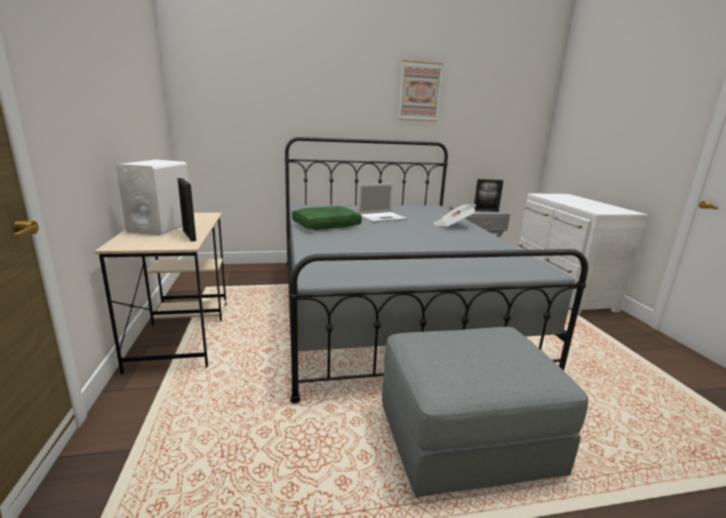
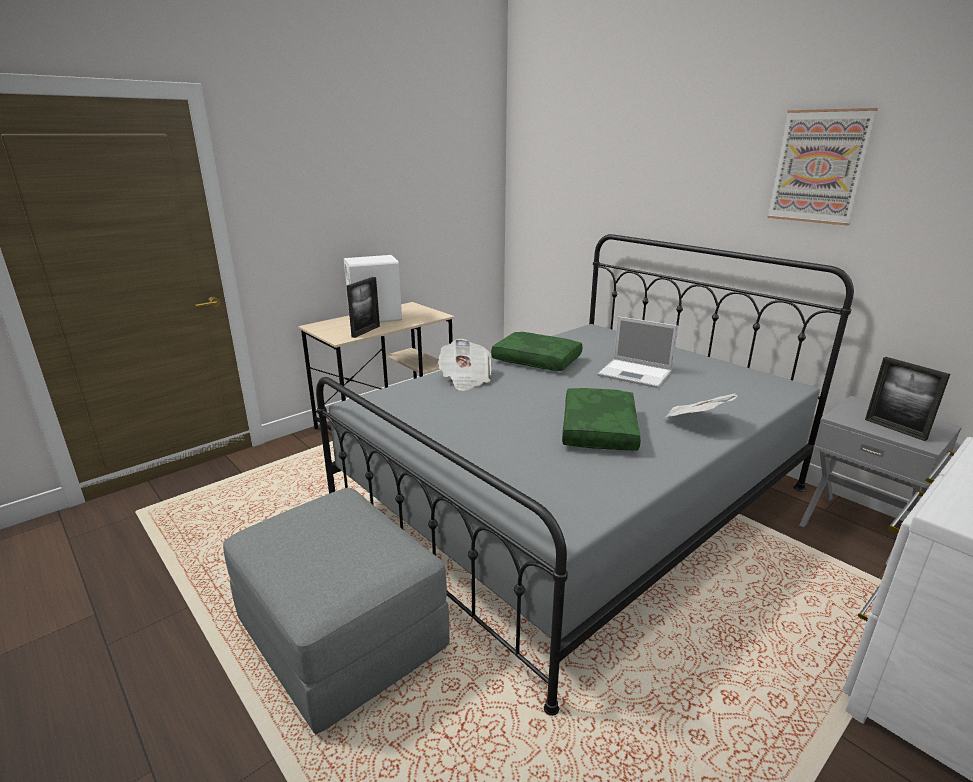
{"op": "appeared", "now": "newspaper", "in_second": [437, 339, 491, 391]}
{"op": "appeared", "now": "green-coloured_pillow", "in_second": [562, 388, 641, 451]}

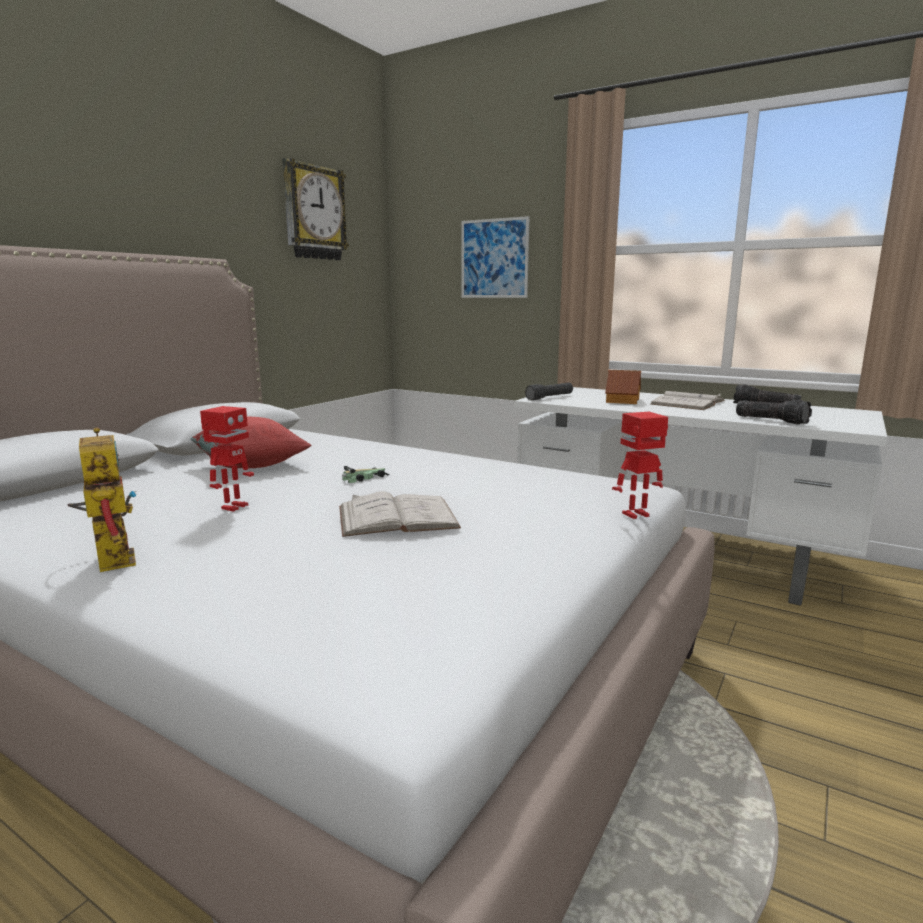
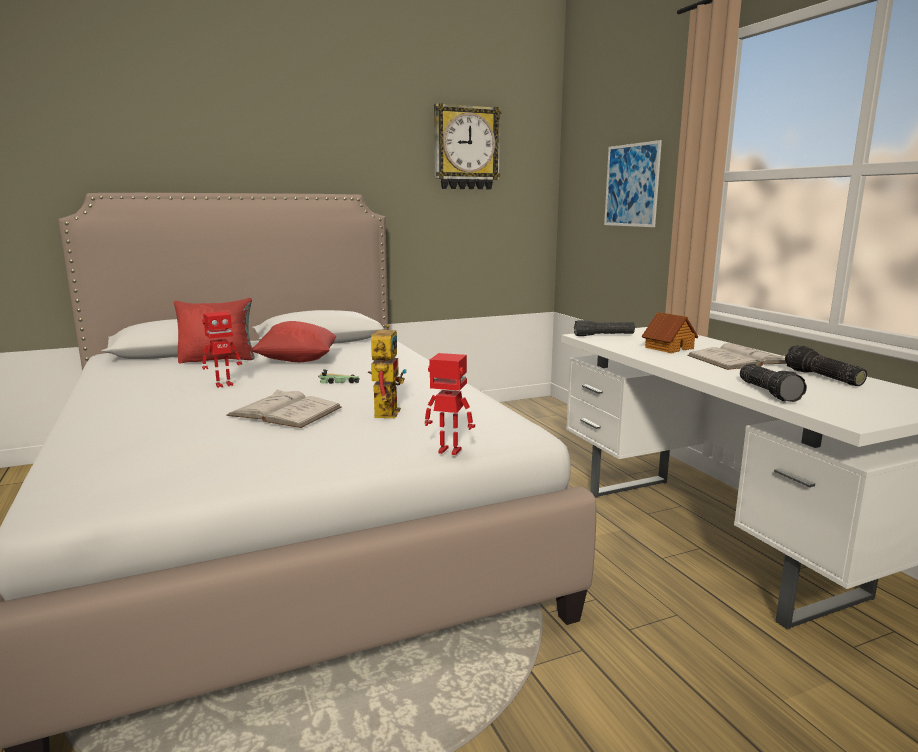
{"op": "relocated", "was": "model_robot", "in_first": [68, 427, 136, 572], "in_second": [368, 324, 407, 418]}
{"op": "appeared", "now": "red-coloured_pillow", "in_second": [174, 298, 255, 363]}

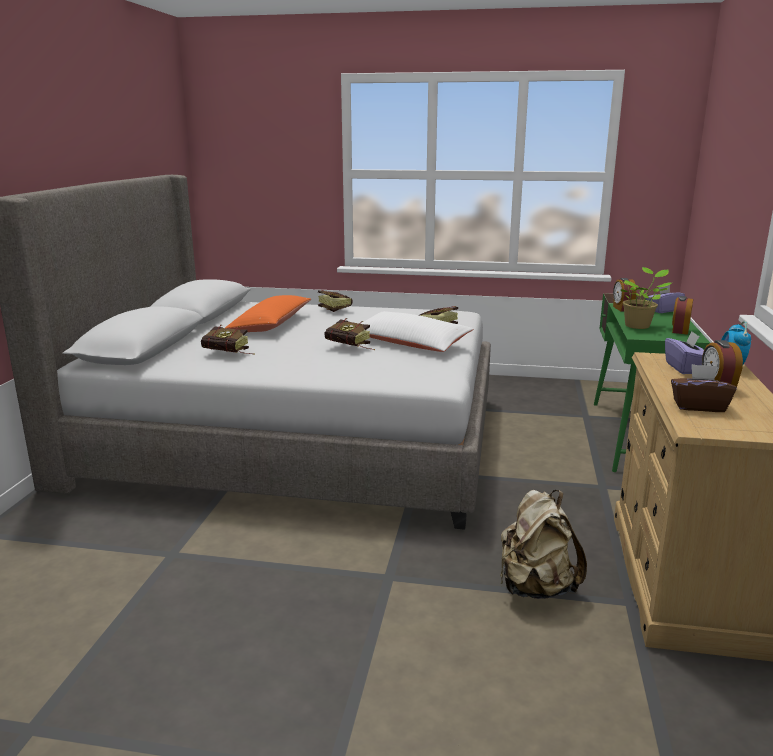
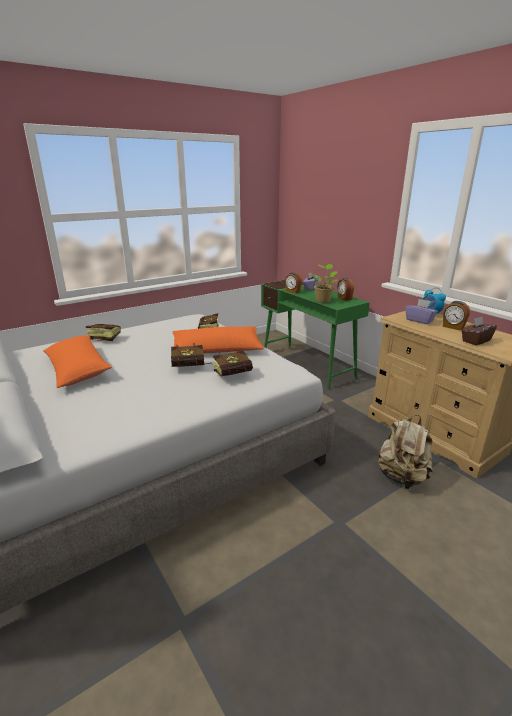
{"op": "colour", "was": "white_pillow", "now": "orange-coloured_pillow", "in_first": [361, 311, 474, 352], "in_second": [172, 326, 264, 354]}
{"op": "relocated", "was": "volume", "in_first": [201, 325, 255, 355], "in_second": [213, 350, 253, 376]}

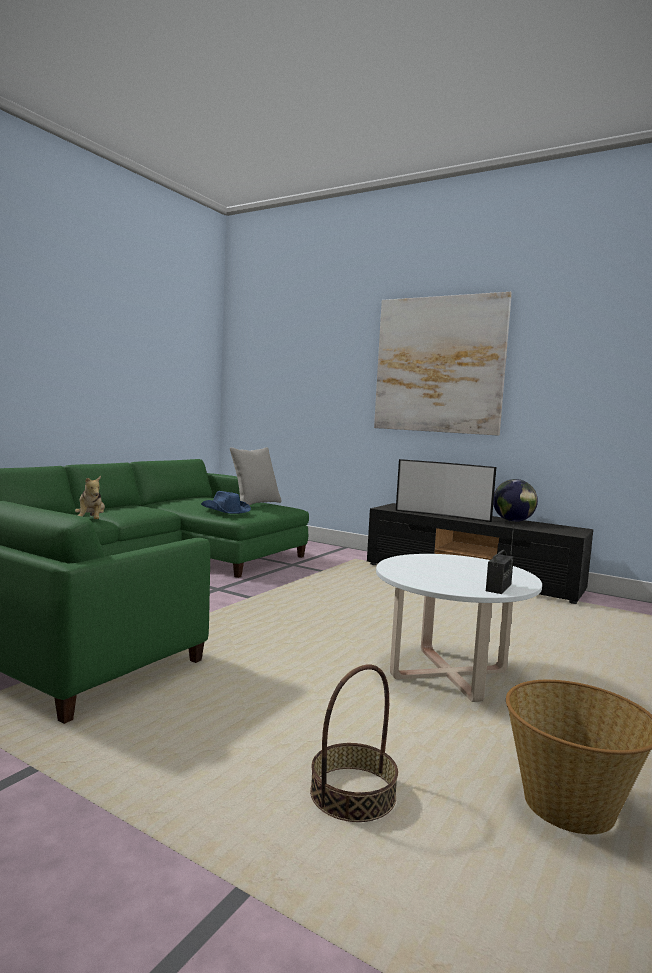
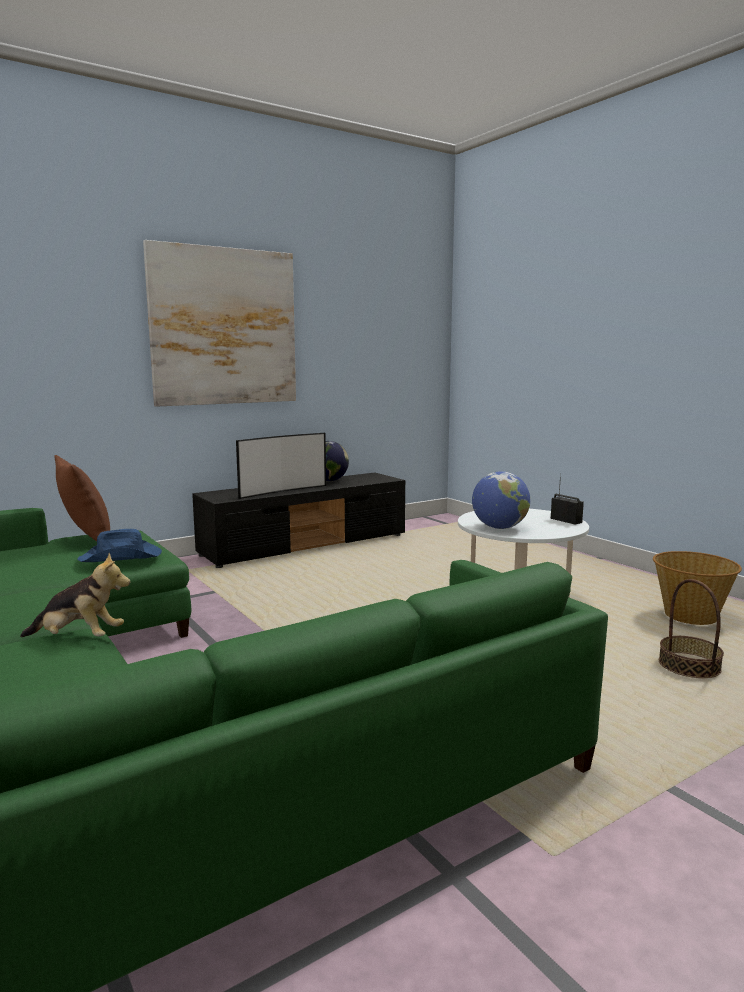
{"op": "colour", "was": "greyish_pillow", "now": "brown-coloured_pillow", "in_first": [230, 447, 282, 505], "in_second": [54, 455, 110, 542]}
{"op": "appeared", "now": "world_globe", "in_second": [472, 471, 530, 529]}

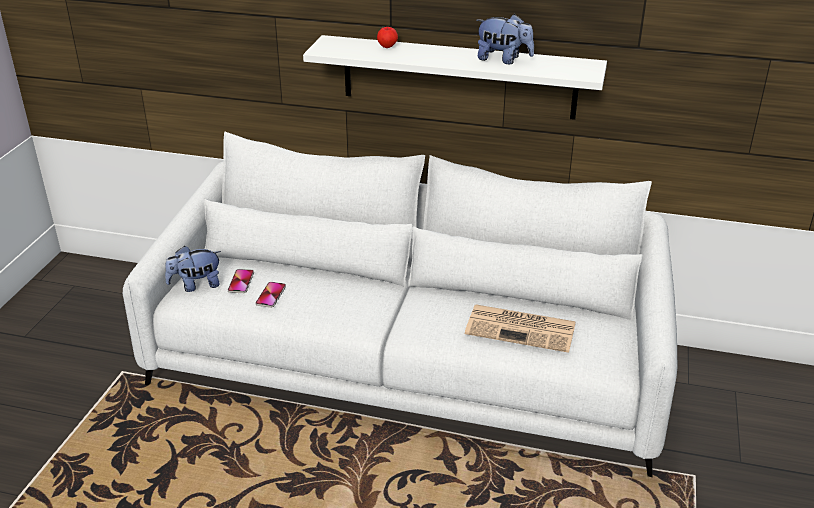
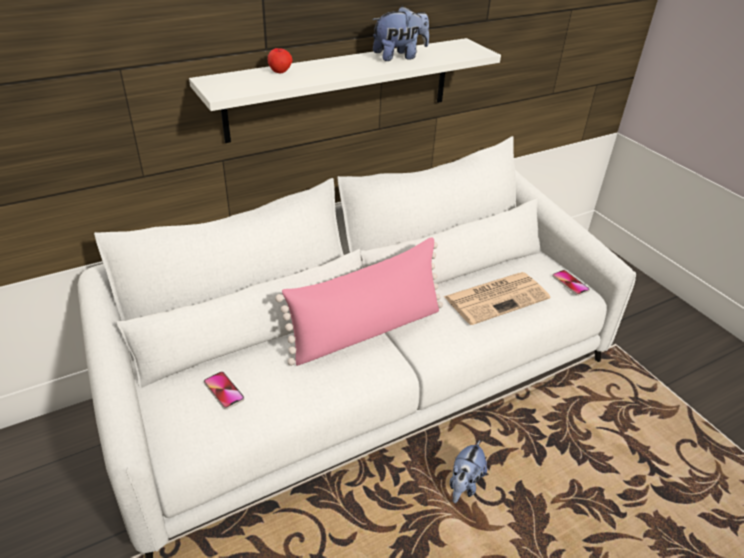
{"op": "relocated", "was": "plush_toy", "in_first": [165, 246, 221, 292], "in_second": [450, 440, 487, 503]}
{"op": "relocated", "was": "telephone", "in_first": [255, 282, 286, 308], "in_second": [552, 270, 590, 296]}
{"op": "appeared", "now": "pink_pillow", "in_second": [275, 237, 443, 366]}

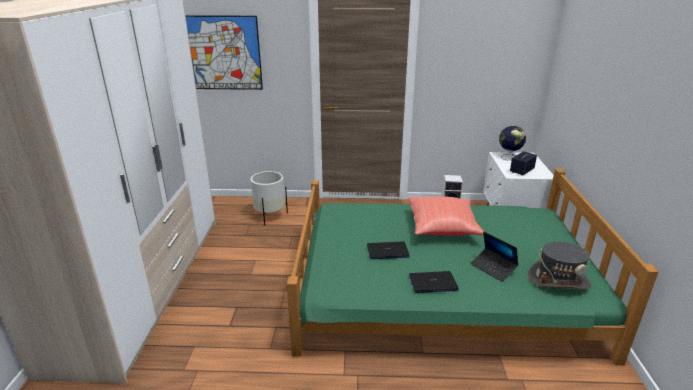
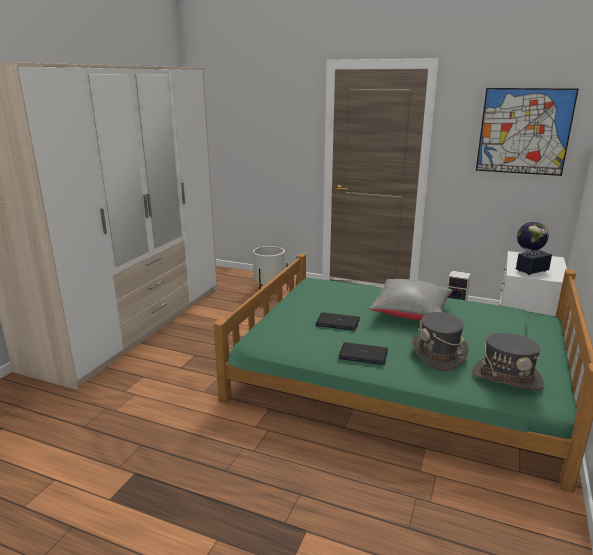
{"op": "relocated", "was": "picture", "in_first": [186, 15, 263, 90], "in_second": [476, 88, 579, 176]}
{"op": "colour", "was": "red-coloured_pillow", "now": "greyish_pillow", "in_first": [409, 196, 485, 236], "in_second": [368, 279, 453, 320]}
{"op": "exchanged", "was": "portable_computer", "now": "greyish_clothing_hat", "in_first": [470, 232, 519, 282], "in_second": [412, 312, 469, 371]}

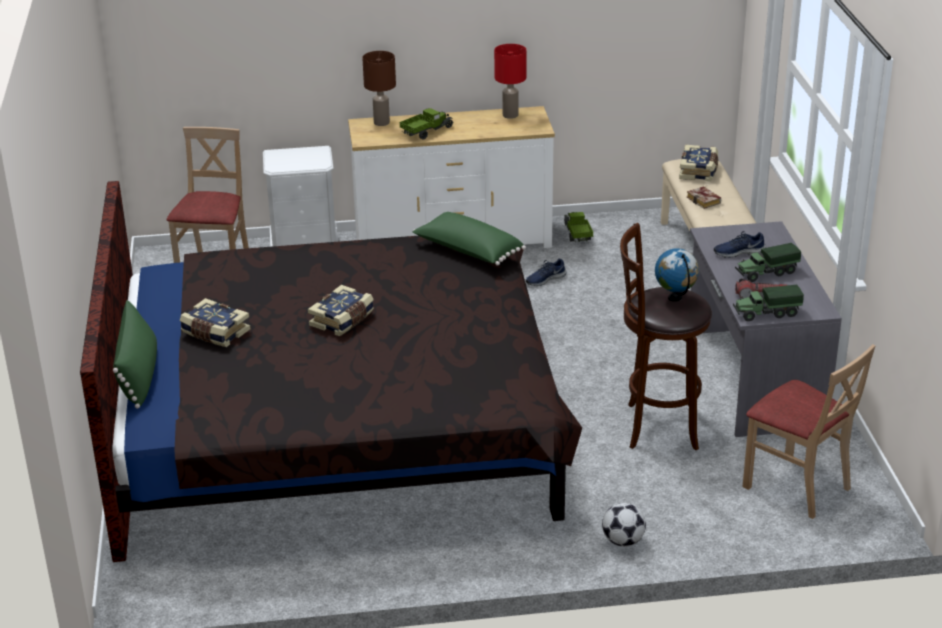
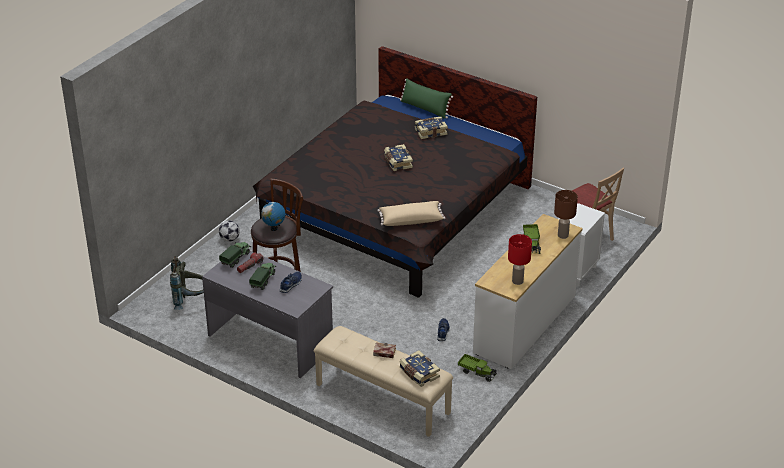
{"op": "colour", "was": "green-coloured_pillow", "now": "sand-coloured_pillow", "in_first": [413, 212, 526, 266], "in_second": [377, 201, 445, 226]}
{"op": "exchanged", "was": "sand-coloured_plain_chair", "now": "greyish_backpack", "in_first": [742, 344, 876, 519], "in_second": [170, 256, 204, 310]}

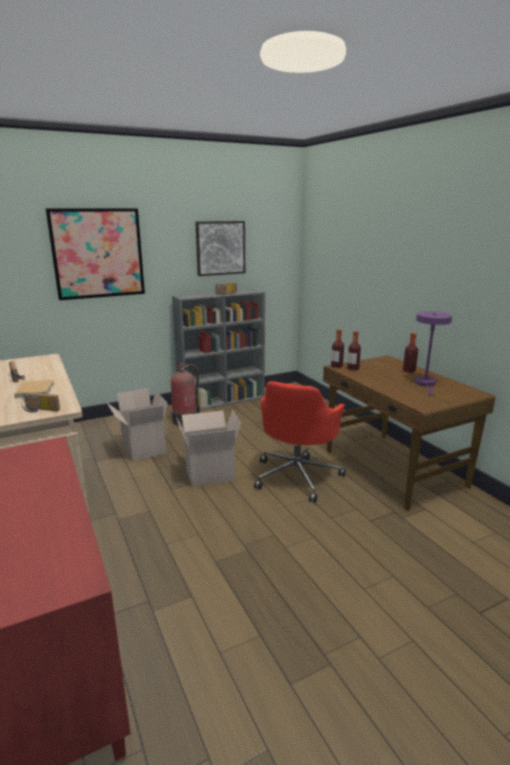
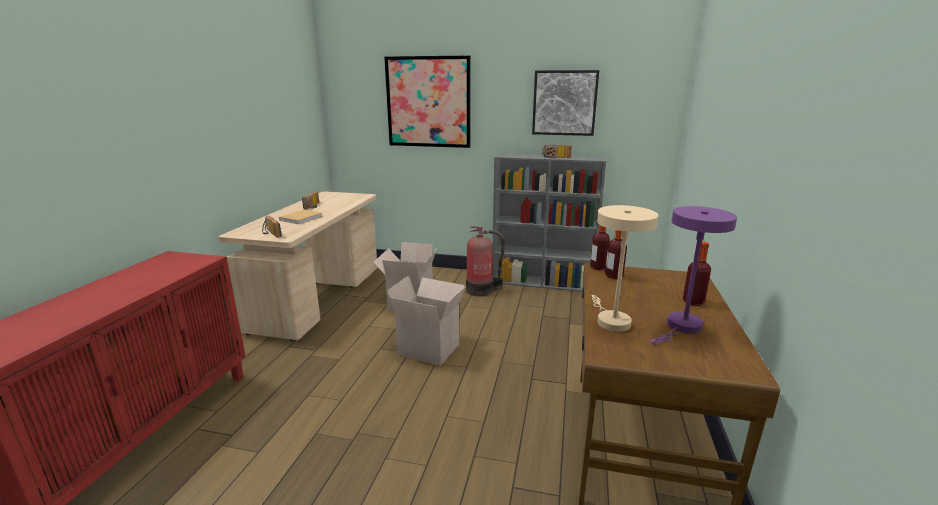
{"op": "missing", "was": "red-coloured_office_chair", "in_first": [254, 381, 346, 502]}
{"op": "appeared", "now": "sand-coloured_tabletop_lamp", "in_second": [592, 205, 658, 332]}

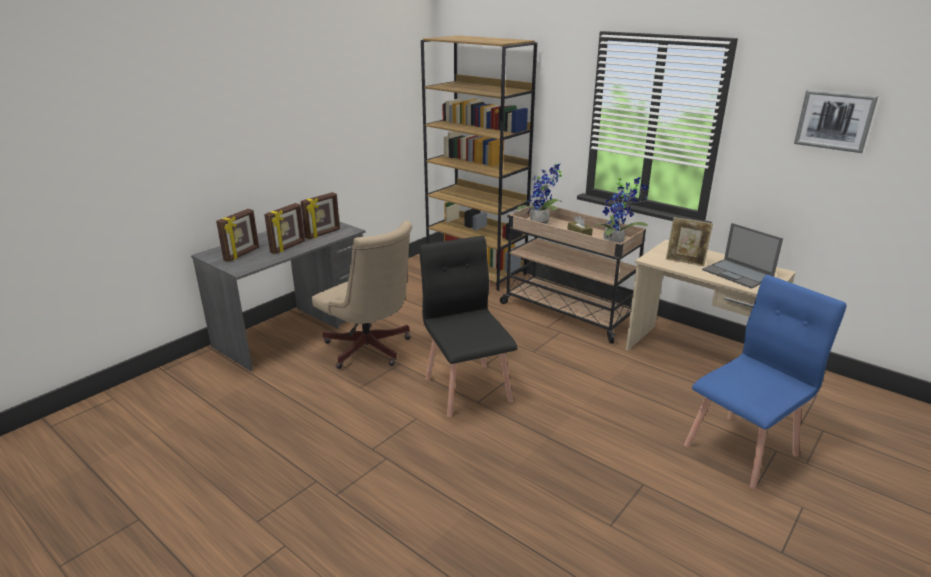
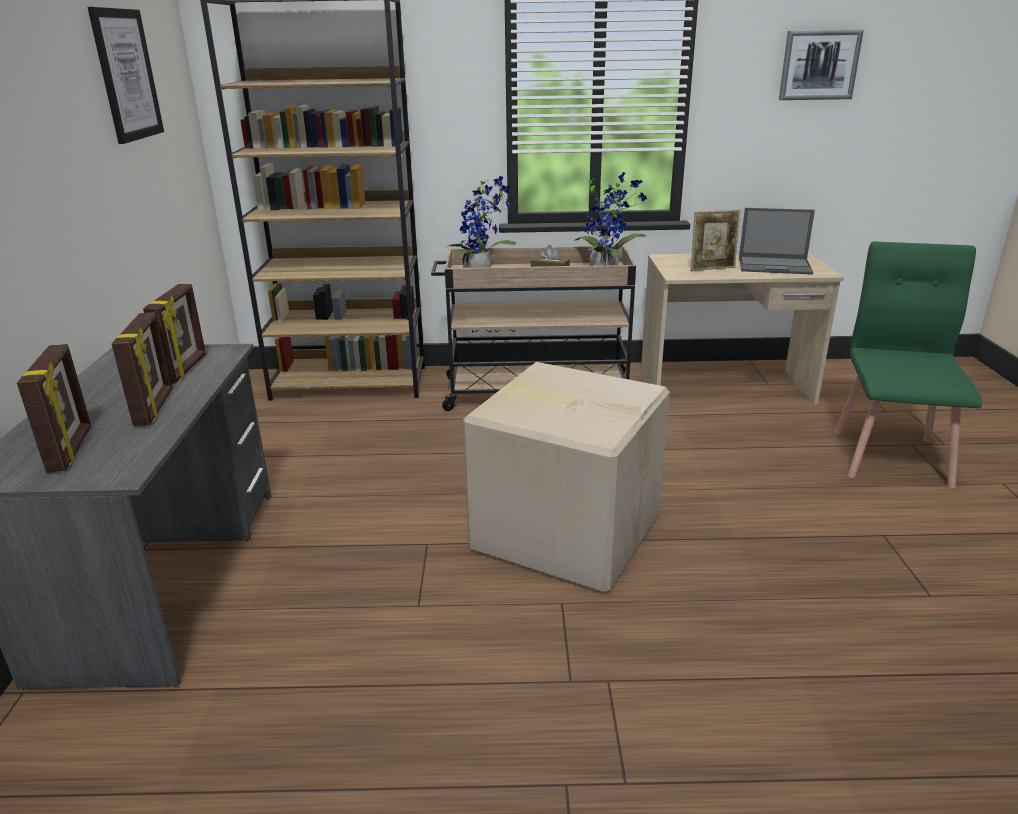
{"op": "missing", "was": "sand-coloured_office_chair", "in_first": [312, 221, 412, 369]}
{"op": "exchanged", "was": "black-coloured_plain_chair", "now": "carton", "in_first": [419, 236, 517, 417], "in_second": [463, 362, 670, 593]}
{"op": "colour", "was": "blue-coloured_plain_chair", "now": "green-coloured_plain_chair", "in_first": [684, 275, 846, 489], "in_second": [834, 242, 982, 488]}
{"op": "appeared", "now": "picture", "in_second": [88, 7, 164, 144]}

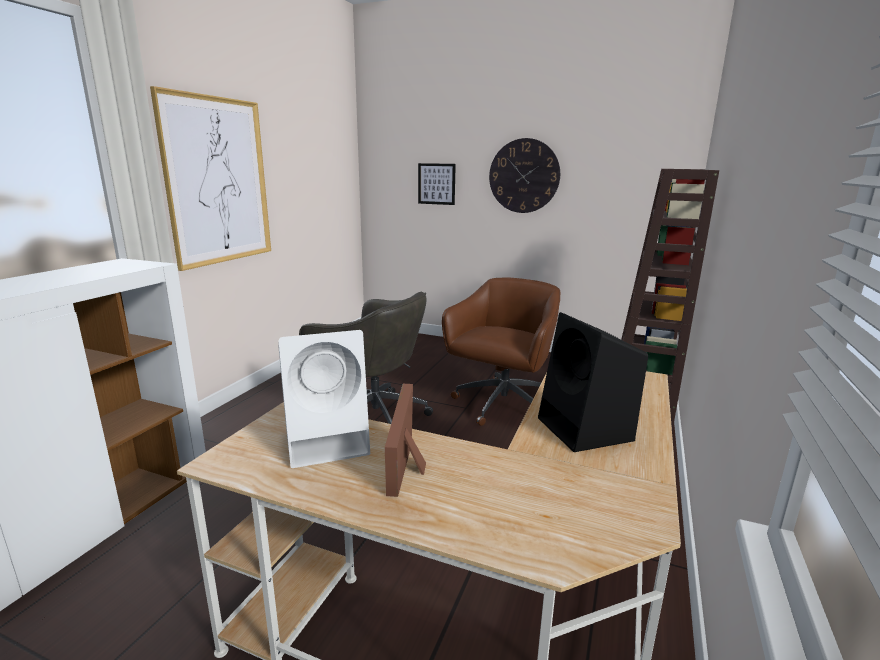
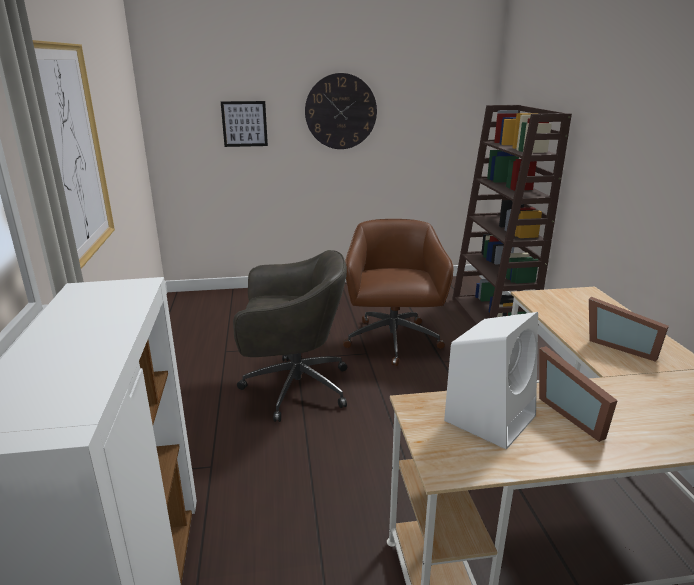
{"op": "exchanged", "was": "black-coloured_audio_speaker", "now": "standing_frame", "in_first": [538, 312, 648, 452], "in_second": [589, 297, 669, 362]}

